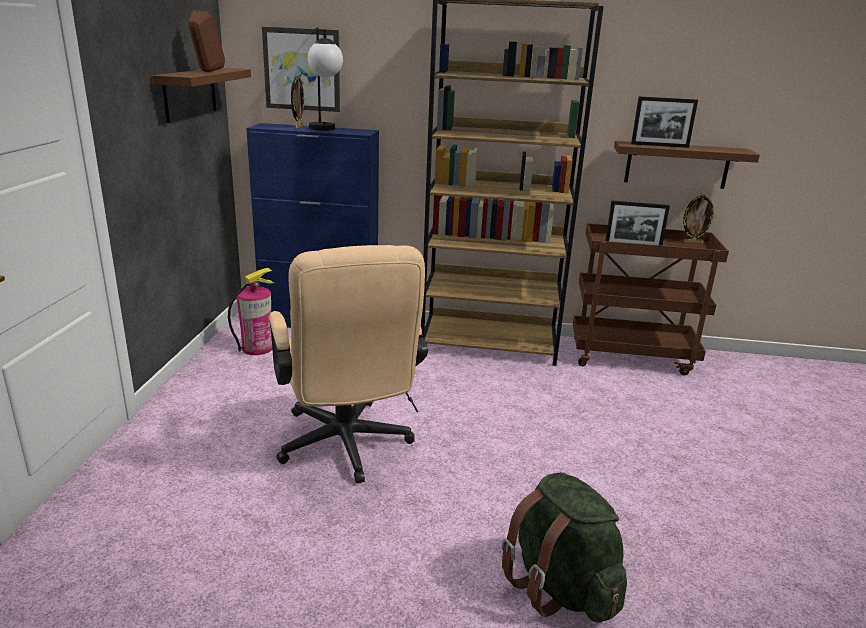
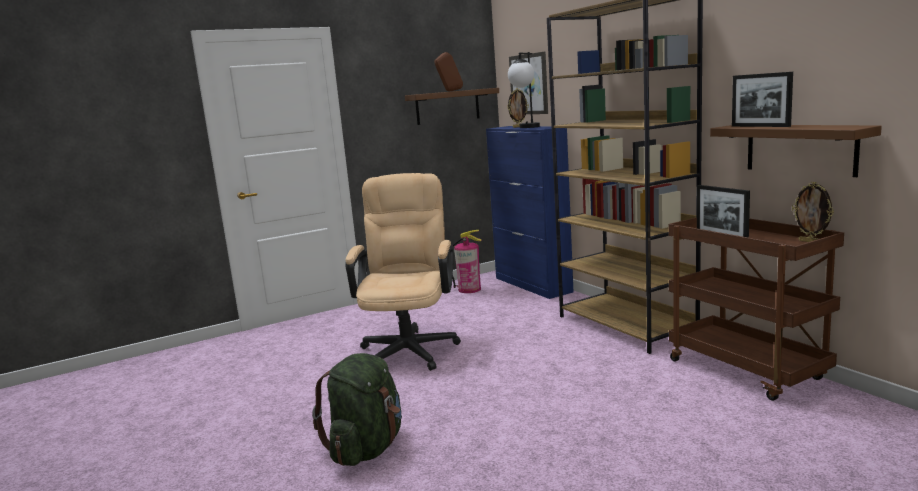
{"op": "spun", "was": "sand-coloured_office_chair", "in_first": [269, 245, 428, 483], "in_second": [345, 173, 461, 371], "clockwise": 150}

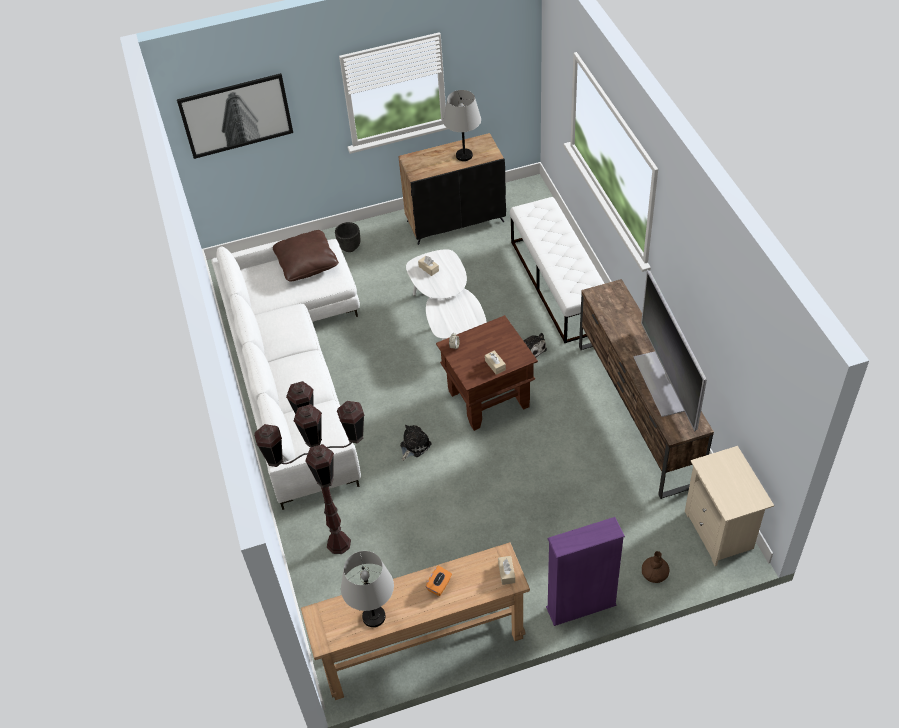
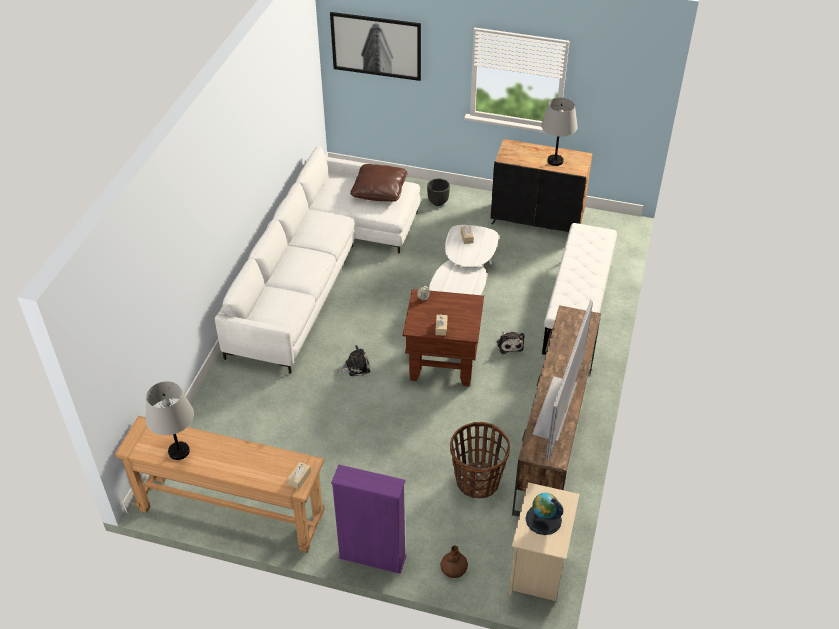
{"op": "missing", "was": "brown-coloured_standard_lamp", "in_first": [254, 381, 364, 554]}
{"op": "missing", "was": "orange-coloured_tissue_box", "in_first": [425, 566, 452, 596]}
{"op": "appeared", "now": "household_basket", "in_second": [450, 422, 510, 498]}
{"op": "appeared", "now": "world_globe", "in_second": [525, 493, 563, 535]}

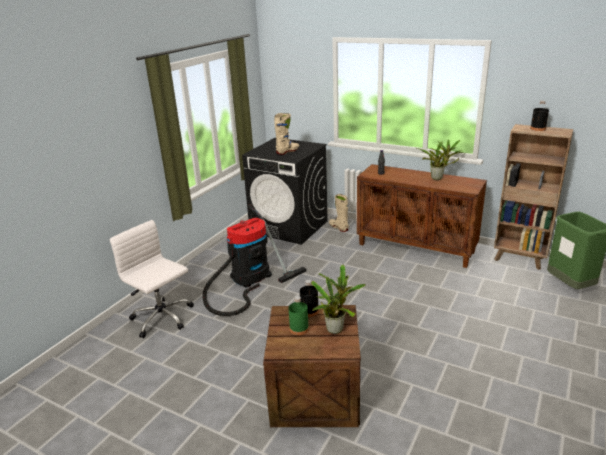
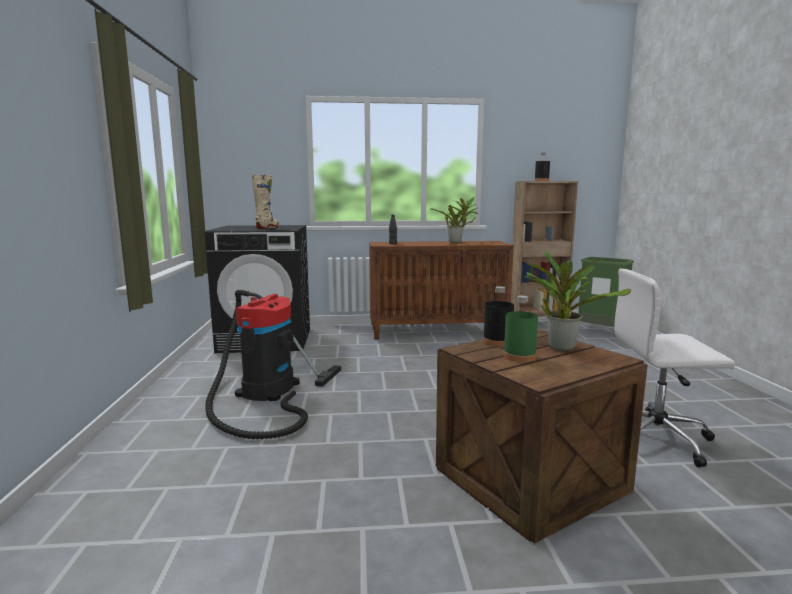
{"op": "missing", "was": "sand-coloured_tall_boot", "in_first": [329, 194, 349, 232]}
{"op": "relocated", "was": "white_office_chair", "in_first": [110, 220, 194, 338], "in_second": [614, 269, 735, 468]}

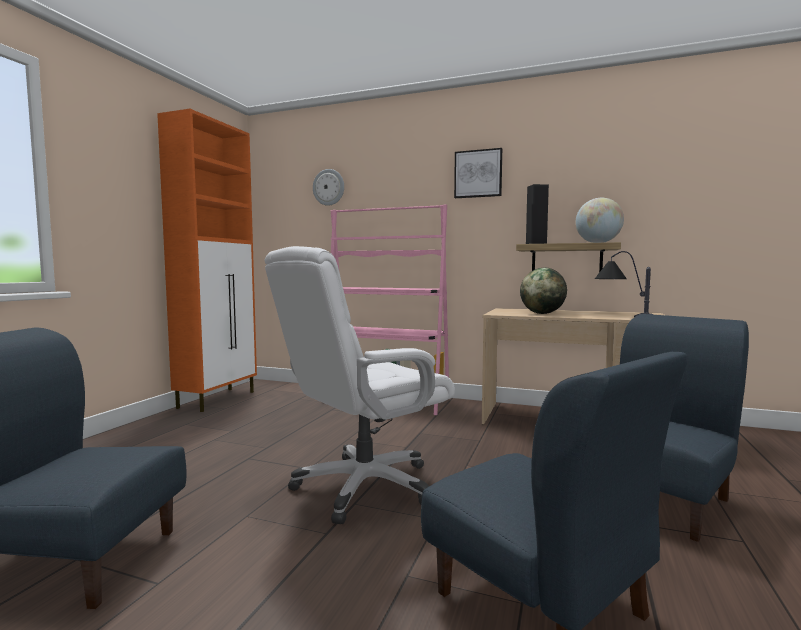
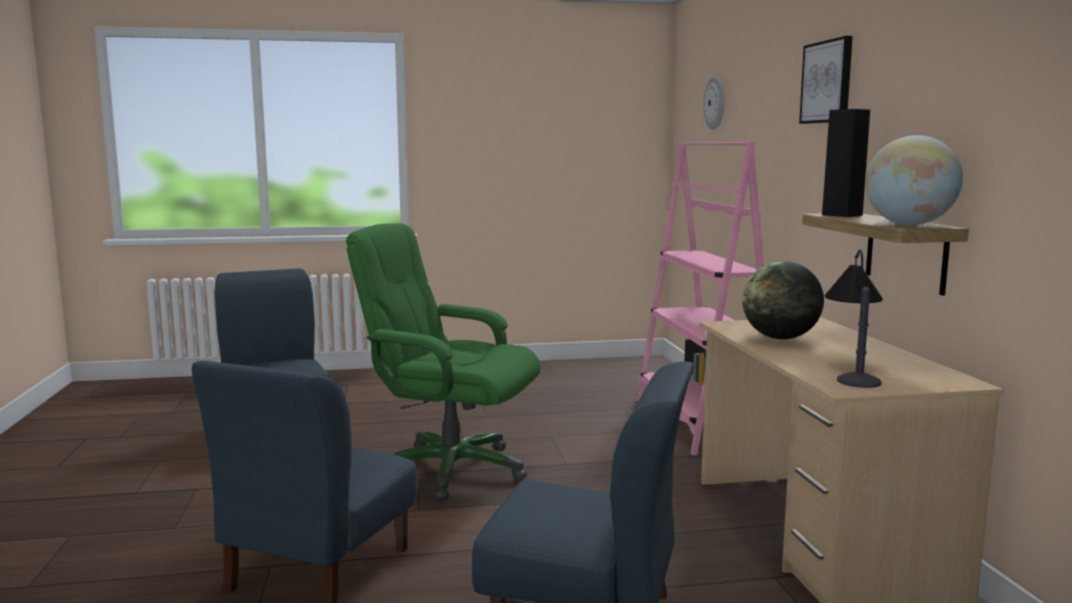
{"op": "missing", "was": "orange-coloured_cabinet", "in_first": [157, 109, 257, 412]}
{"op": "colour", "was": "white_office_chair", "now": "green-coloured_office_chair", "in_first": [264, 246, 455, 524], "in_second": [346, 223, 541, 500]}

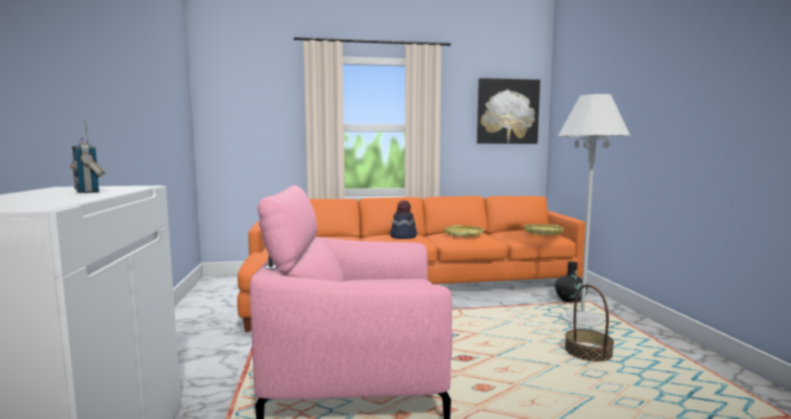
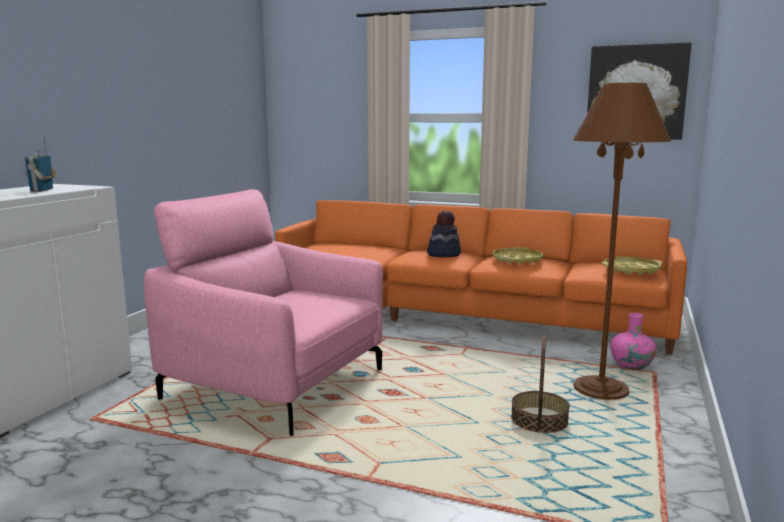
{"op": "colour", "was": "white_standard_lamp", "now": "brown-coloured_standard_lamp", "in_first": [558, 94, 631, 327], "in_second": [573, 83, 671, 400]}
{"op": "colour", "was": "black-coloured_flower_vase", "now": "pink_flower_vase", "in_first": [555, 261, 588, 302], "in_second": [610, 313, 656, 370]}

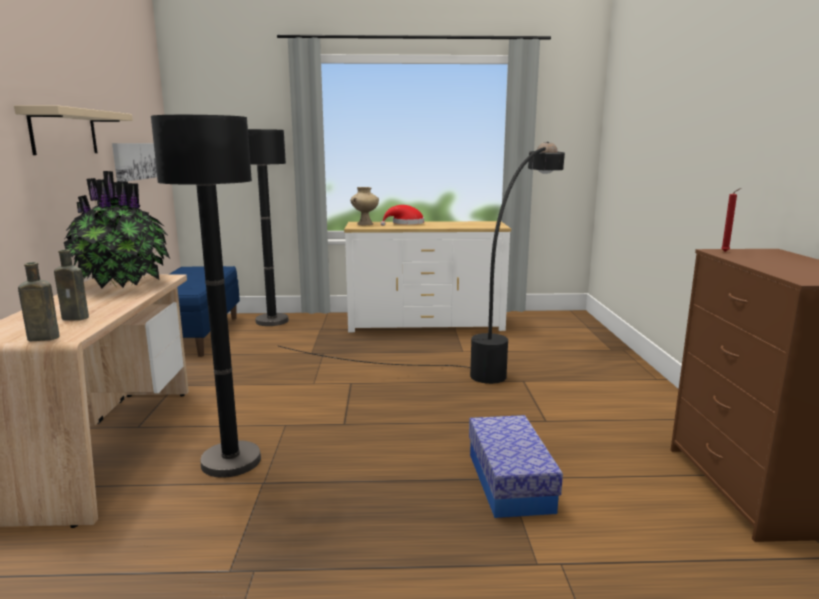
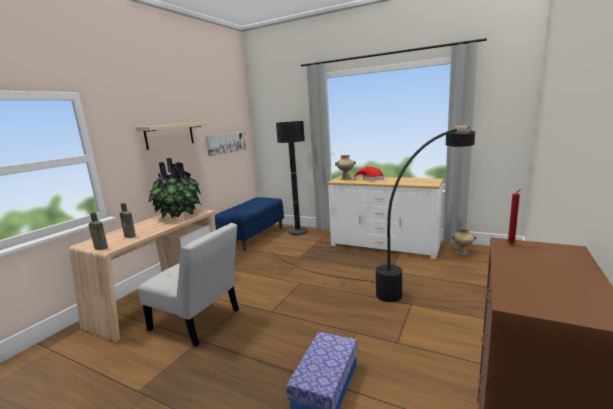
{"op": "exchanged", "was": "black-coloured_standard_lamp", "now": "white_plain_chair", "in_first": [151, 115, 261, 478], "in_second": [138, 223, 239, 347]}
{"op": "appeared", "now": "sand-coloured_flower_vase", "in_second": [451, 227, 476, 255]}

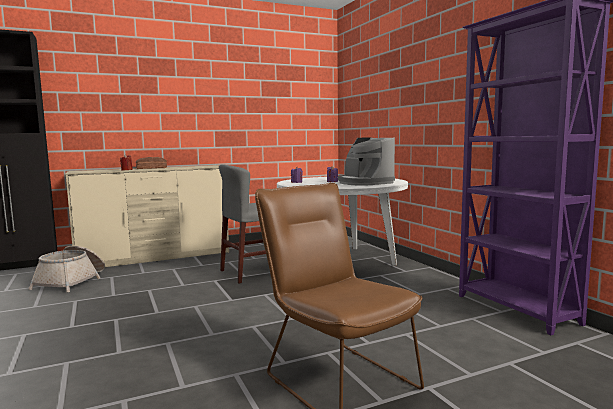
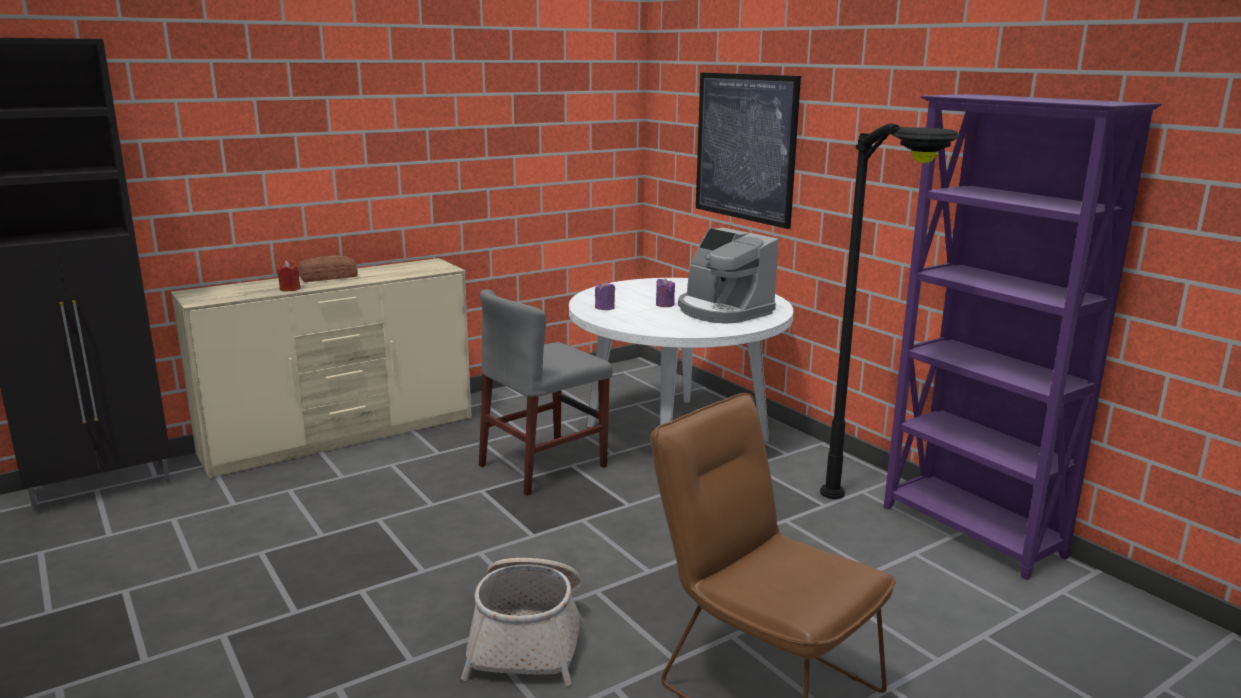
{"op": "relocated", "was": "household_basket", "in_first": [29, 246, 105, 293], "in_second": [461, 558, 583, 686]}
{"op": "appeared", "now": "picture", "in_second": [696, 72, 801, 229]}
{"op": "appeared", "now": "black-coloured_standard_lamp", "in_second": [820, 123, 961, 499]}

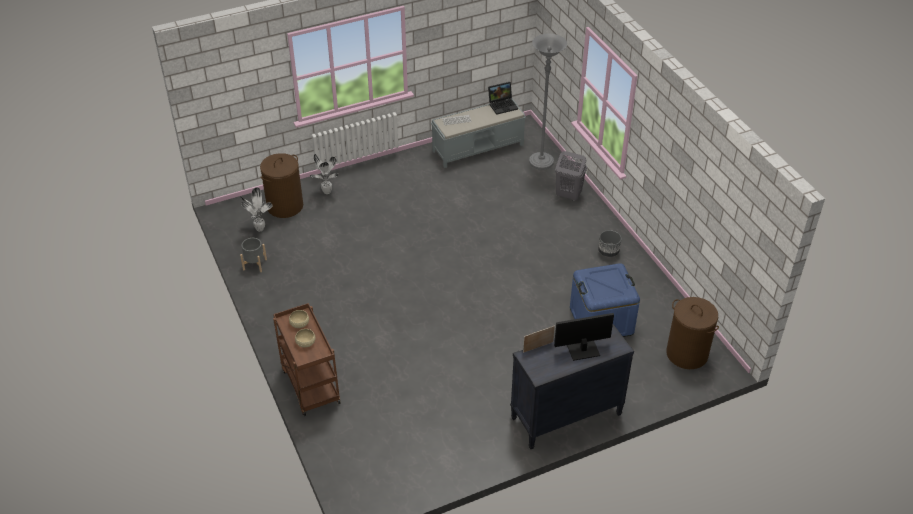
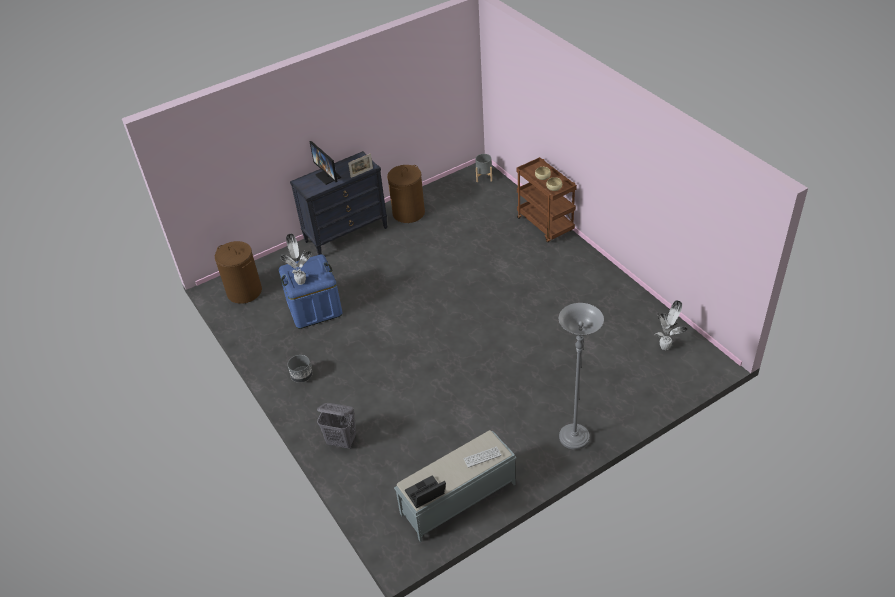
{"op": "relocated", "was": "greyish_standard_lamp", "in_first": [529, 34, 567, 170], "in_second": [559, 303, 604, 450]}
{"op": "relocated", "was": "brown-coloured_hamper", "in_first": [260, 153, 303, 218], "in_second": [387, 165, 425, 223]}
{"op": "relocated", "was": "plant_in_a_pot", "in_first": [309, 154, 339, 194], "in_second": [280, 233, 311, 285]}
{"op": "relocated", "was": "greyish_plant_pot", "in_first": [240, 238, 267, 272], "in_second": [475, 154, 492, 182]}
{"op": "spun", "was": "monitor", "in_first": [554, 313, 614, 361], "in_second": [309, 141, 341, 185], "clockwise": 75}

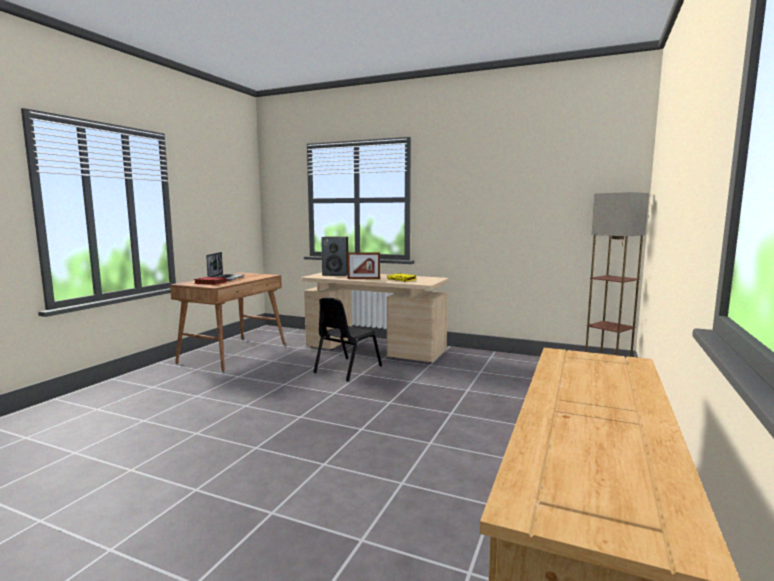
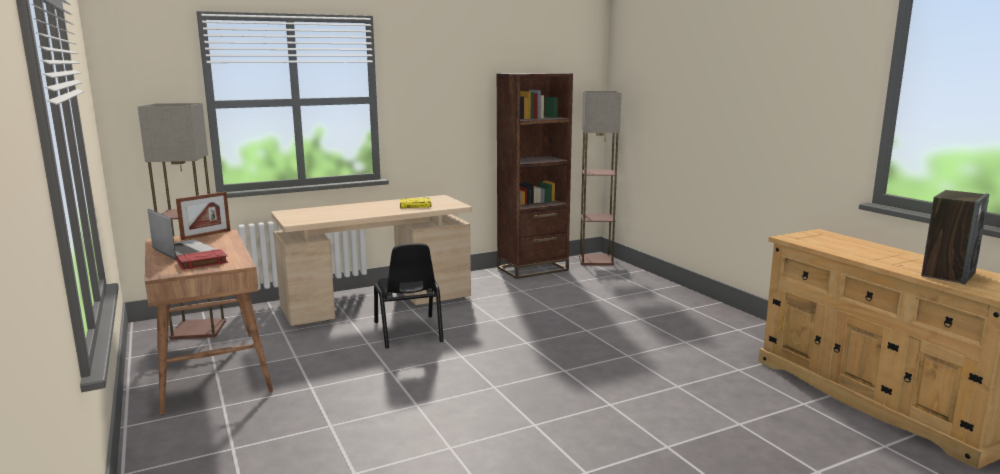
{"op": "relocated", "was": "audio_speaker", "in_first": [321, 236, 348, 276], "in_second": [921, 190, 989, 285]}
{"op": "relocated", "was": "standing_frame", "in_first": [347, 252, 380, 279], "in_second": [176, 192, 231, 240]}
{"op": "appeared", "now": "brown-coloured_shelving_unit", "in_second": [496, 73, 573, 279]}
{"op": "appeared", "now": "standard_lamp", "in_second": [138, 103, 226, 340]}

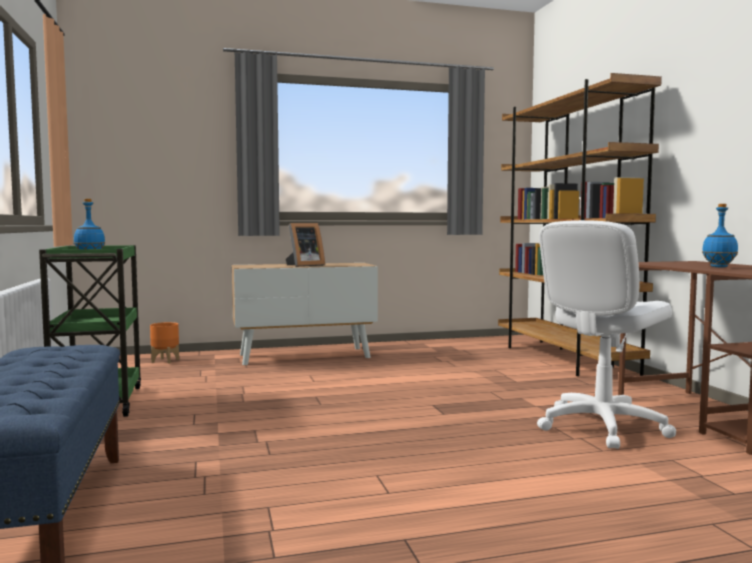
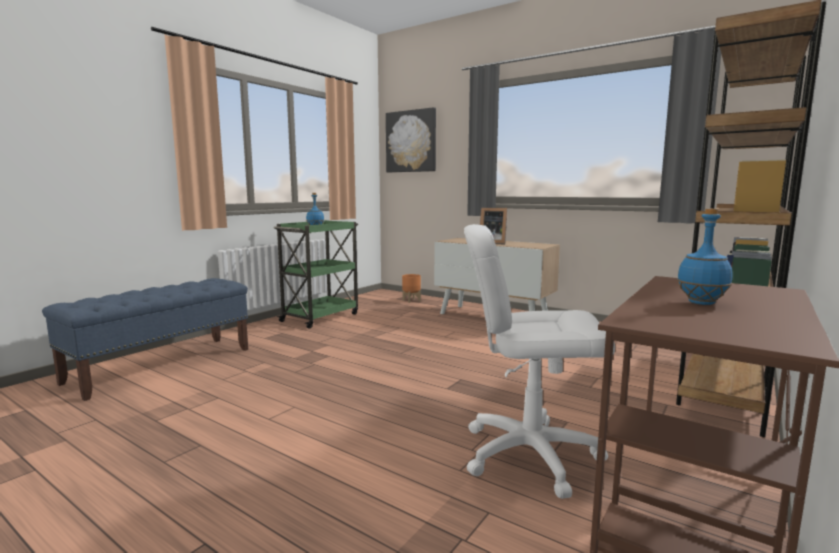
{"op": "appeared", "now": "picture", "in_second": [386, 107, 436, 172]}

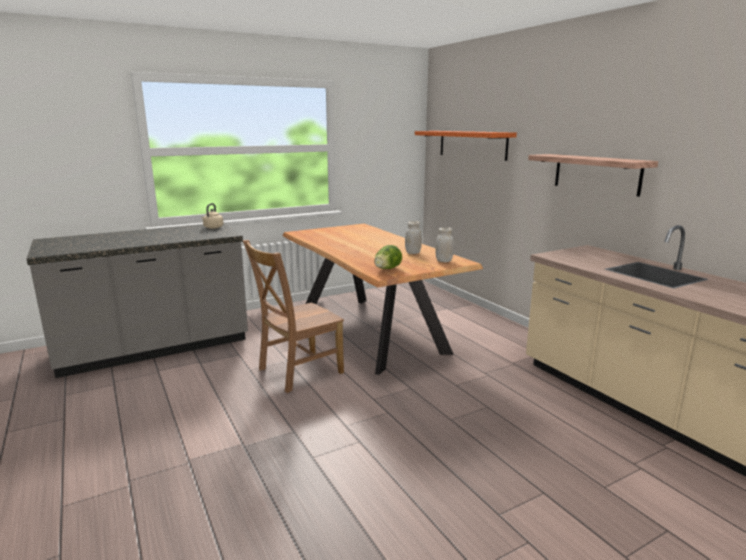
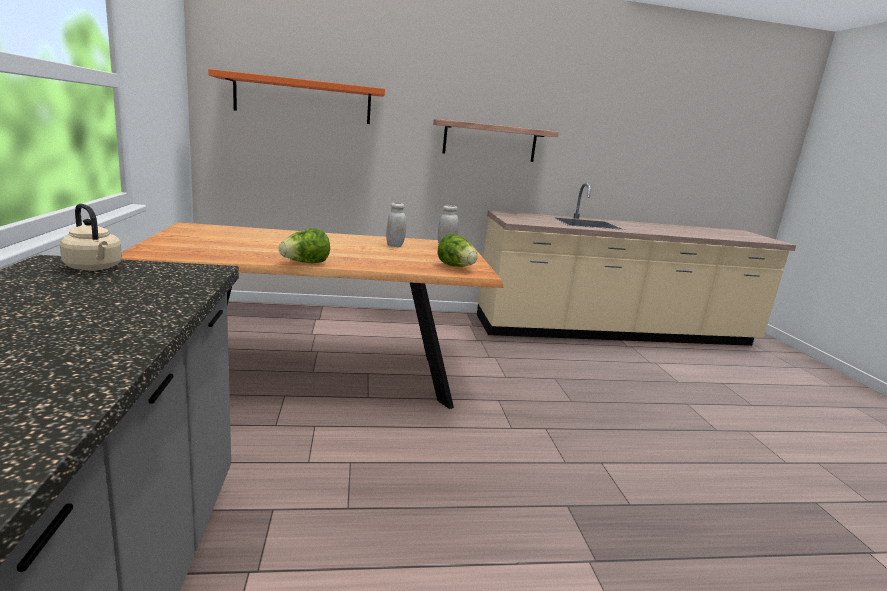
{"op": "missing", "was": "brown-coloured_plain_chair", "in_first": [243, 240, 344, 393]}
{"op": "appeared", "now": "lettuce_head", "in_second": [279, 229, 330, 263]}

